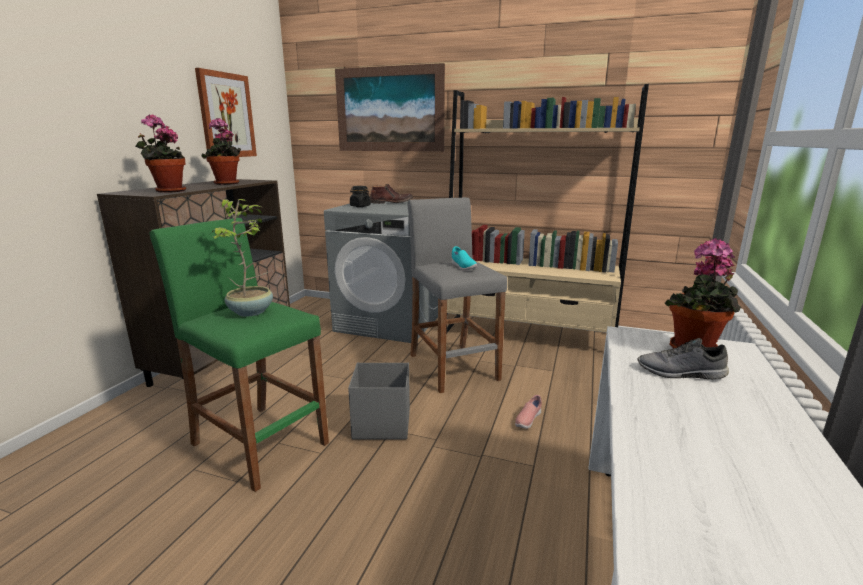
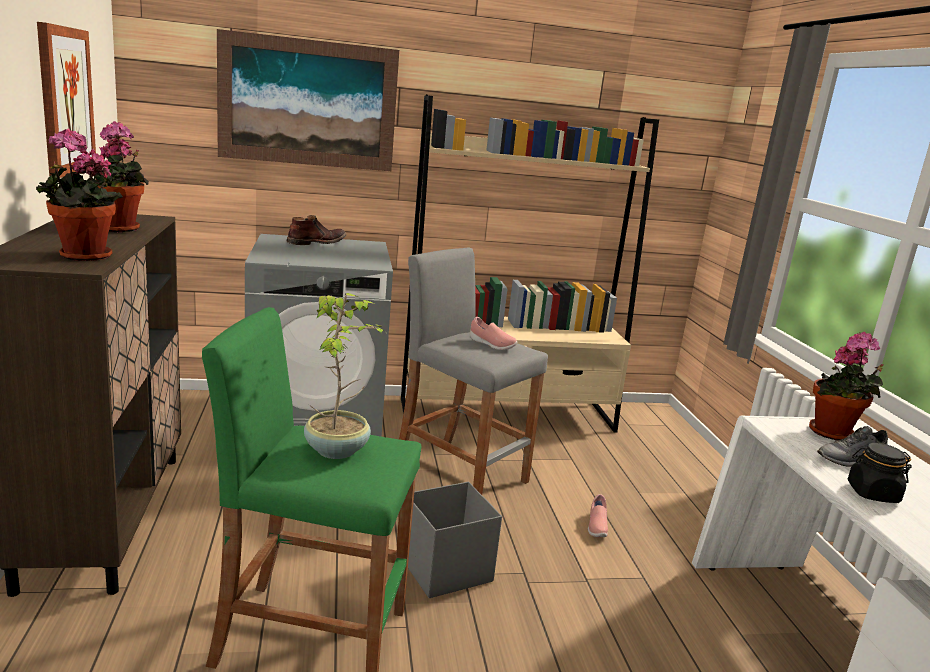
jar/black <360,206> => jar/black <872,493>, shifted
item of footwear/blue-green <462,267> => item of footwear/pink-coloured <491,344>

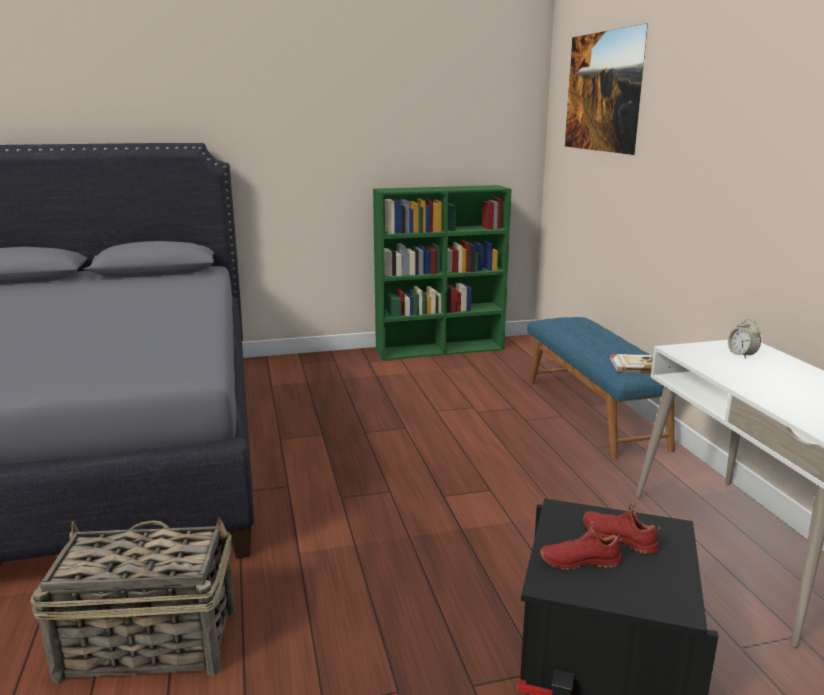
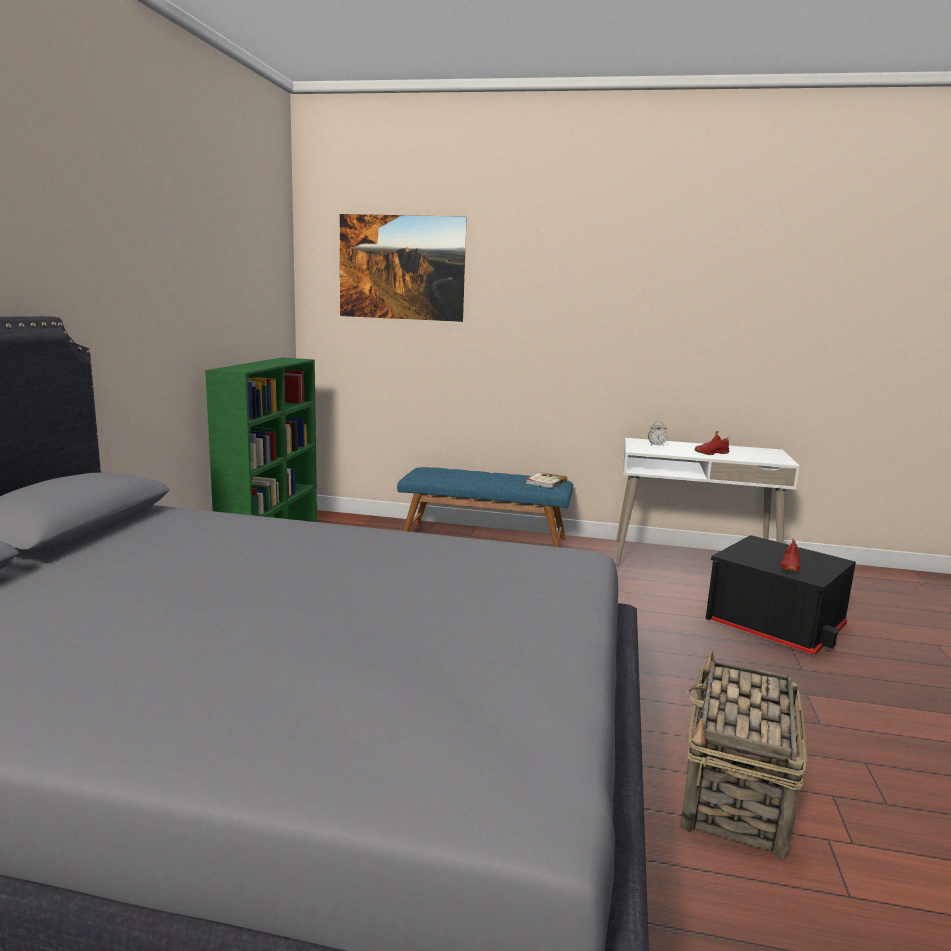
item of footwear/red-coloured <620,537> => item of footwear/red-coloured <710,453>, shifted

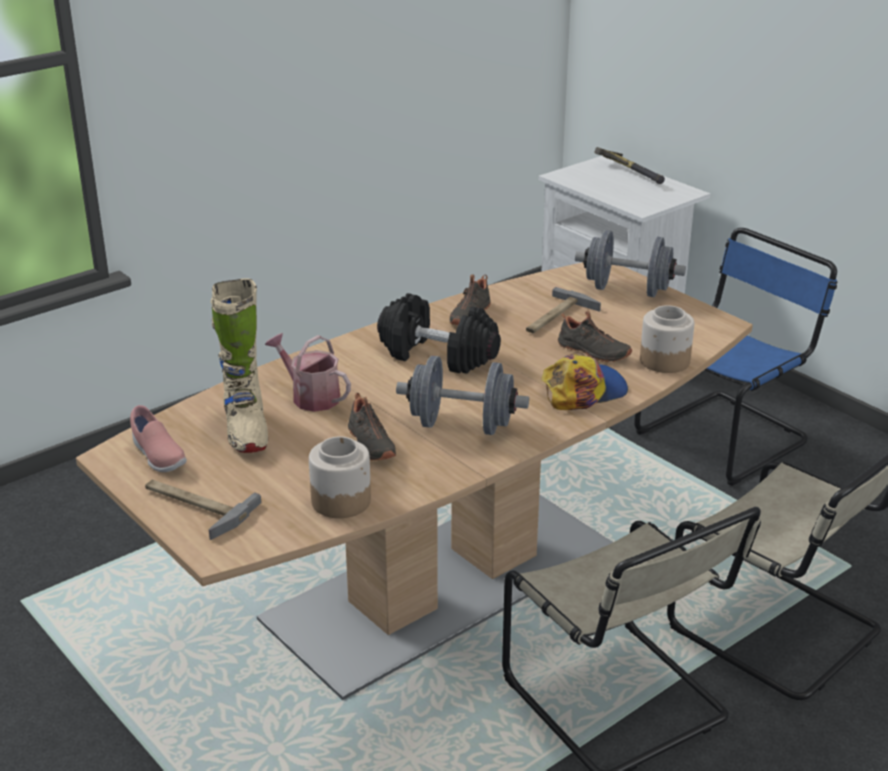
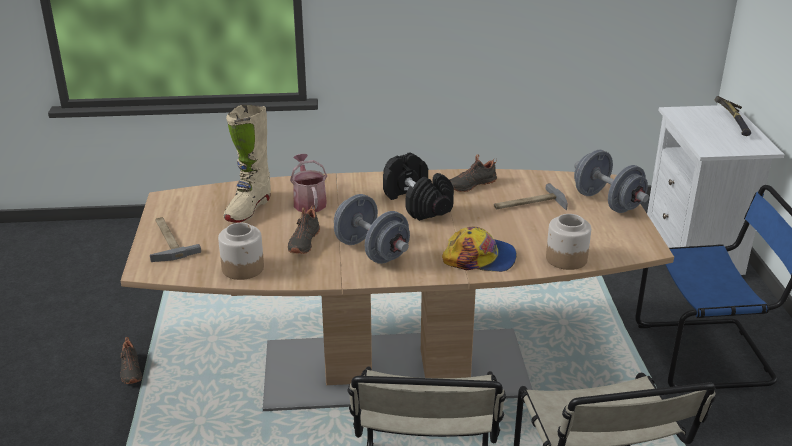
item of footwear/pink-coloured <157,456> => nothing
item of footwear/black <592,352> => item of footwear/black <130,371>, shifted

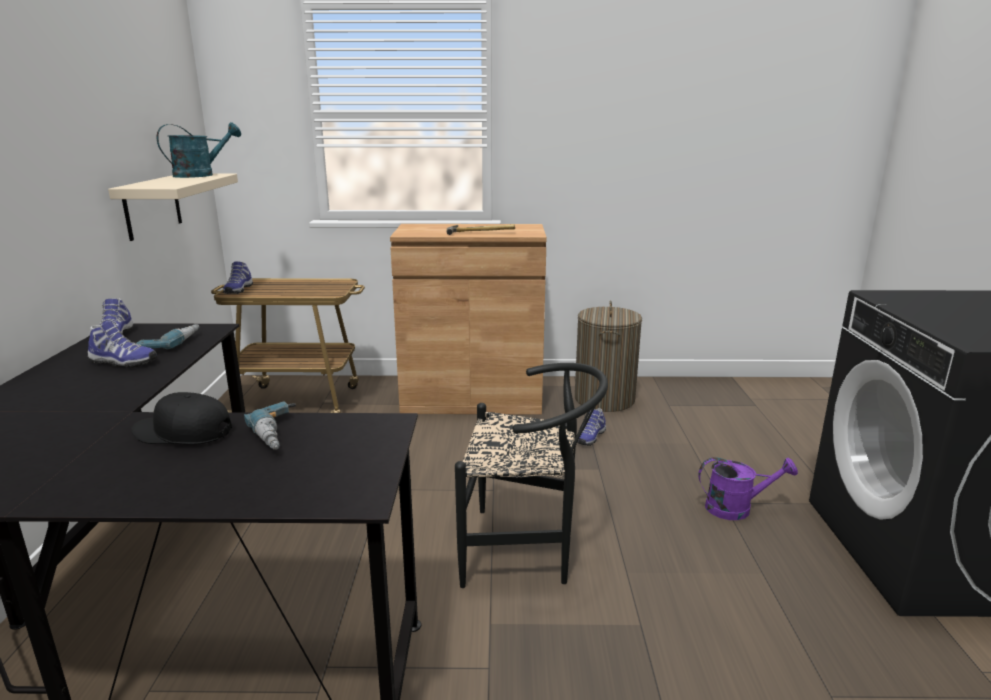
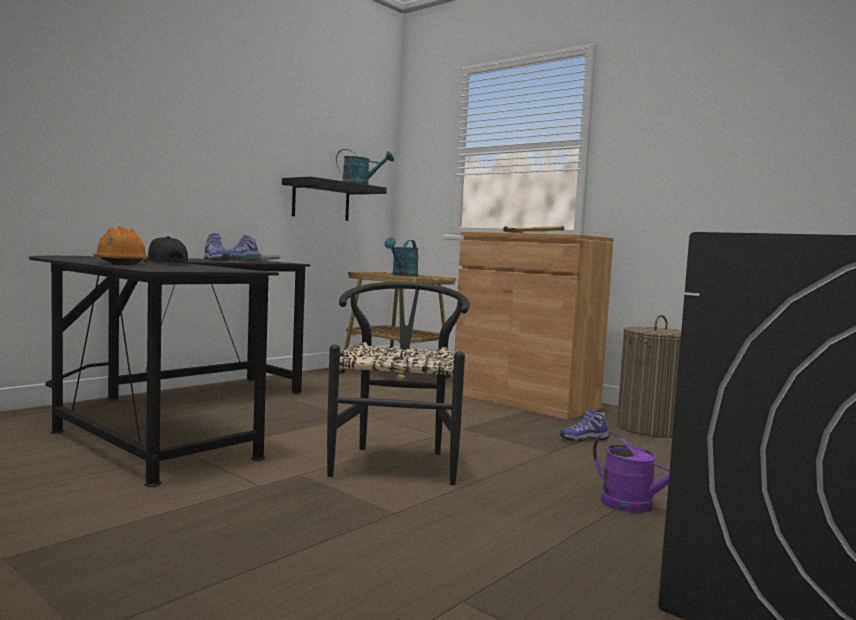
item of footwear <238,290> => nothing
drill <282,434> => nothing
nothing => work helmet/orange-coloured <120,264>
nothing => watering pot/blue-green <402,275>
bracket shelf/beige <152,206> => bracket shelf/black <321,201>
upright chair/black <528,550> => upright chair/black <397,462>, 135 degrees counterclockwise

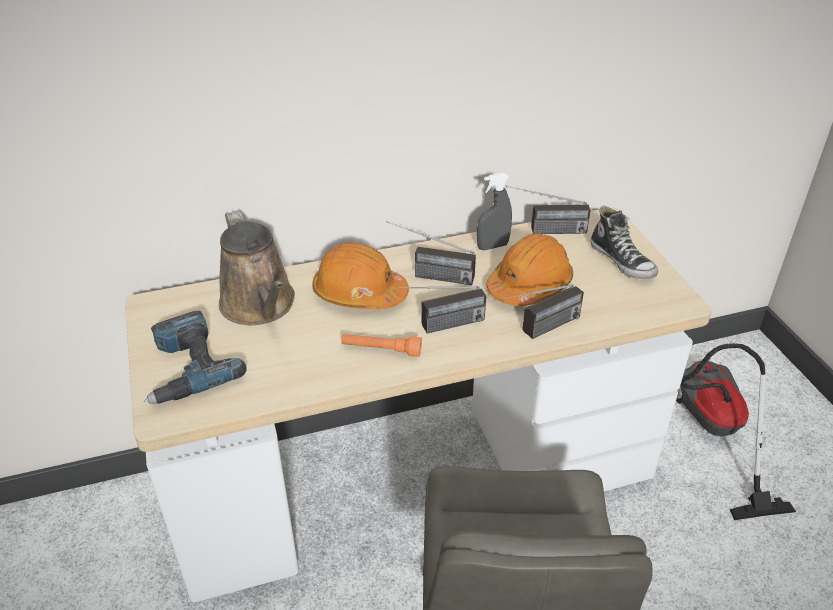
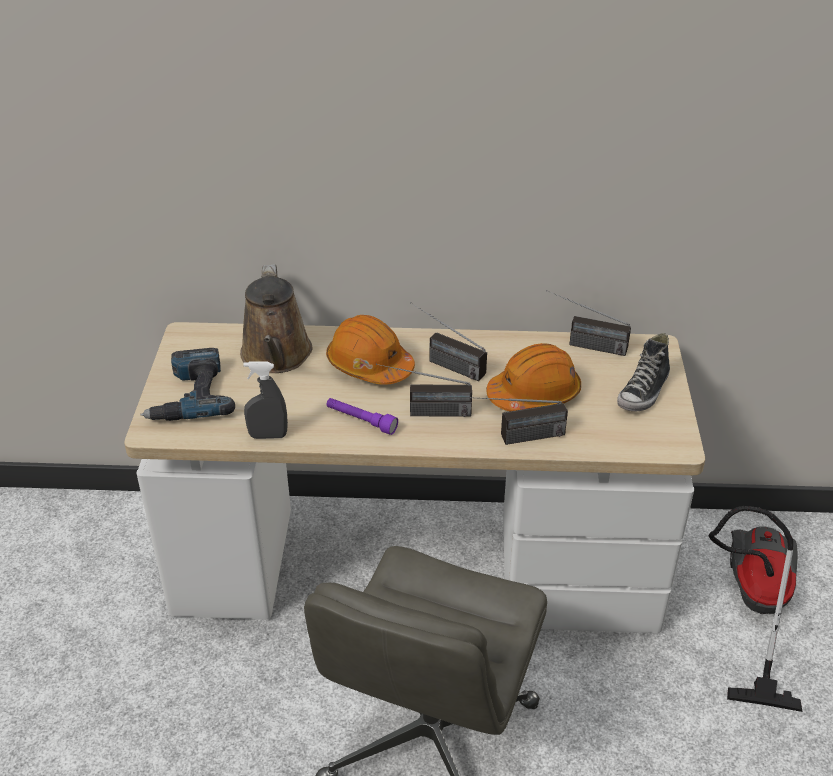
hand sprayer/grey <492,246> => hand sprayer/grey <268,436>, shifted
torch/orange-coloured <381,350> => torch/purplish <361,421>
item of footwear <622,261> => item of footwear <643,392>, 45 degrees clockwise

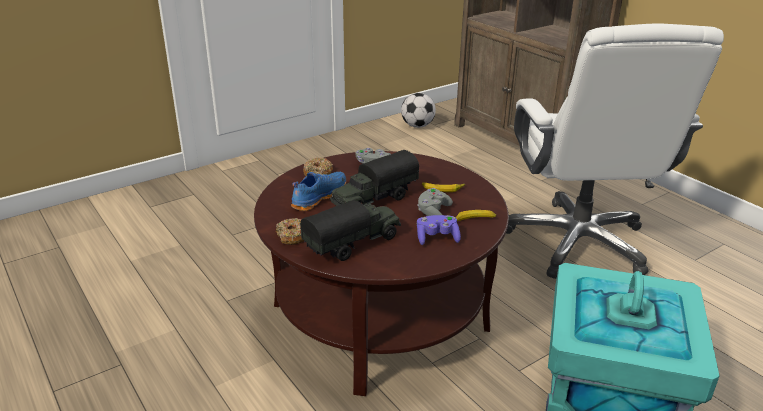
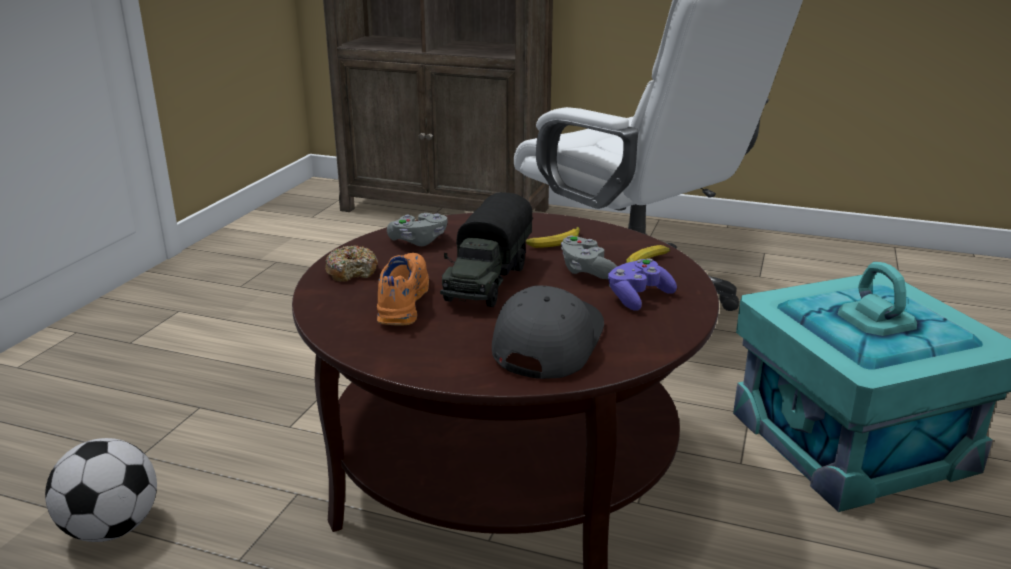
doughnut <293,236> => nothing
football ball <417,126> => football ball <112,529>, shifted
toy lorry <353,244> => cap/grey <546,341>
item of footwear/blue-coloured <318,197> => item of footwear/orange-coloured <401,301>

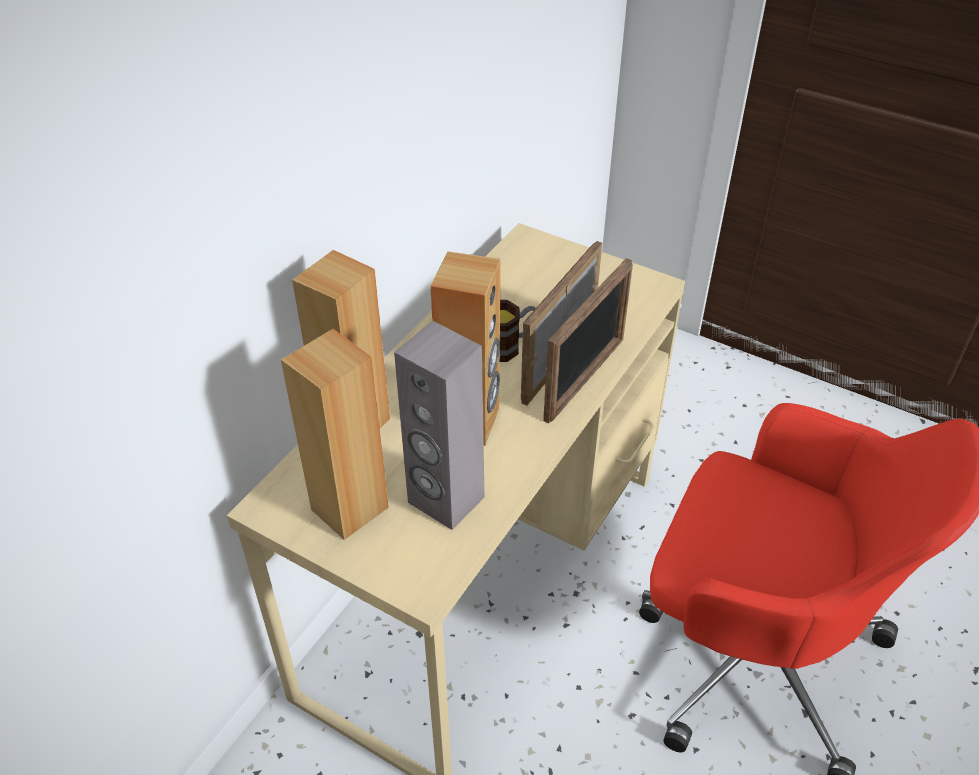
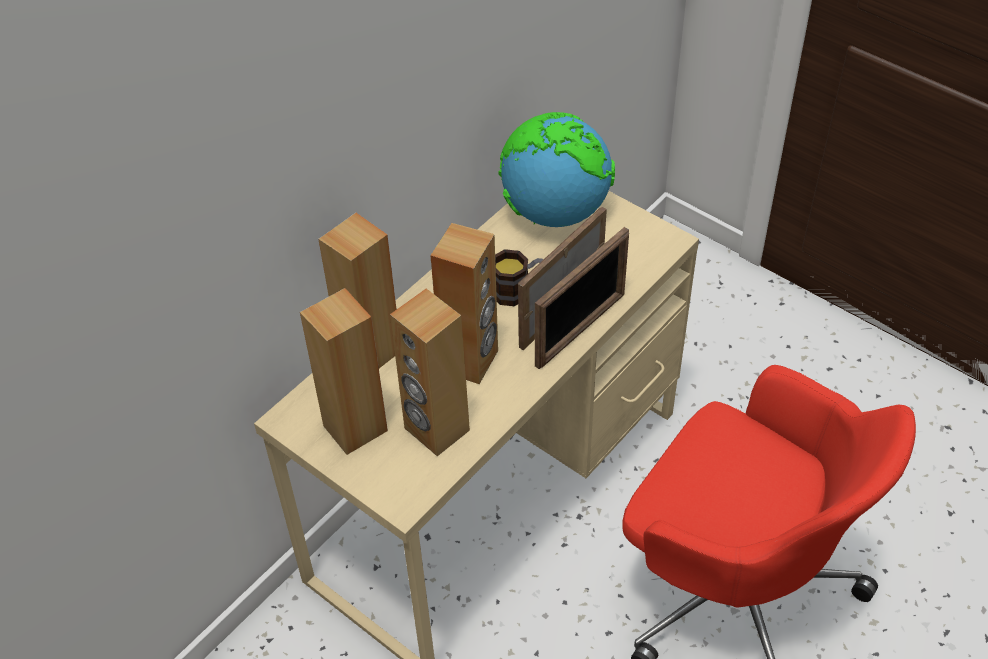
nothing => world globe <555,212>
loudspeaker/grey <445,500> => loudspeaker/brownish <436,430>

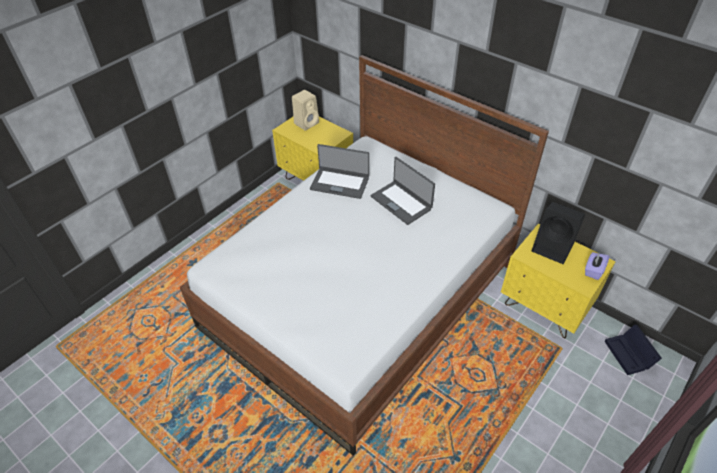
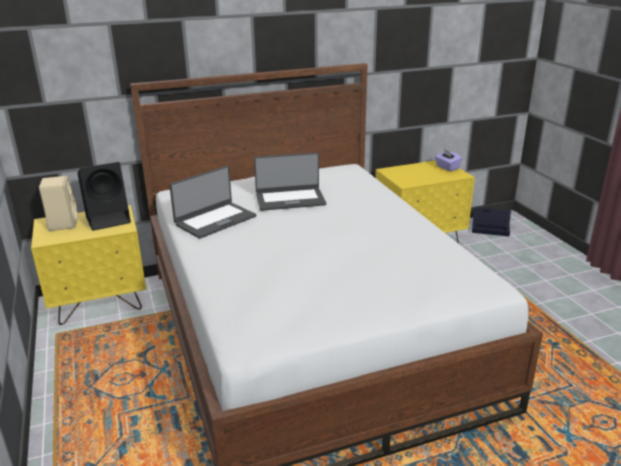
loudspeaker/black <553,247> => loudspeaker/black <109,219>, shifted

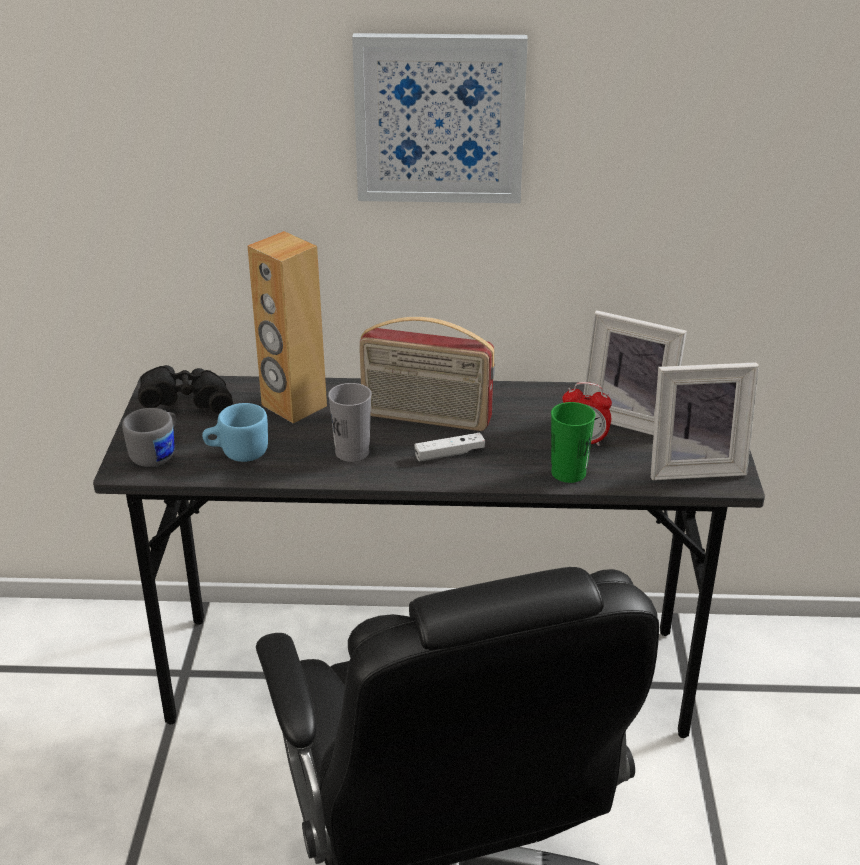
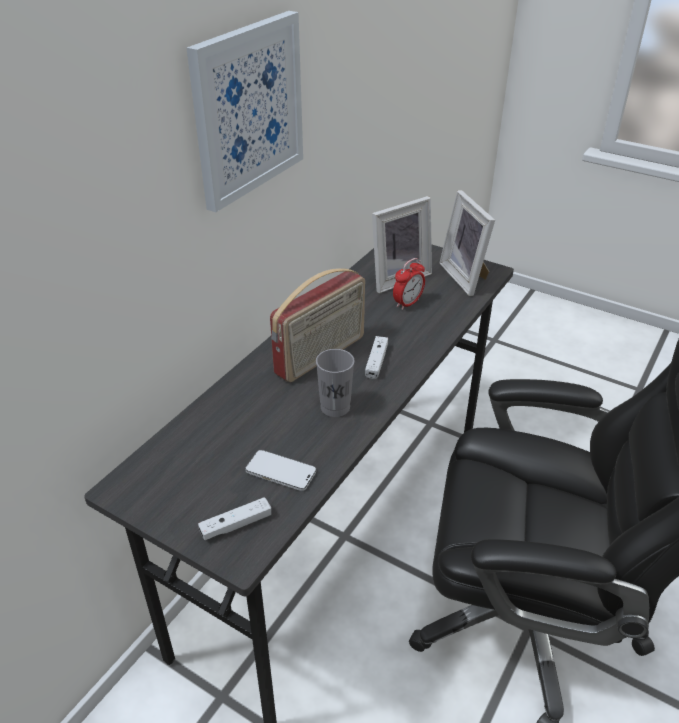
binoculars/black <187,404> => nothing
loudspeaker/brownish <293,406> => nothing
small cup/green <568,473> => nothing
tea mug/grey <158,453> => joypad/whitish <236,525>
tea mug/blue-coloured <237,453> => telephone <281,472>
photo frame <693,466> => photo frame <466,277>, 135 degrees clockwise

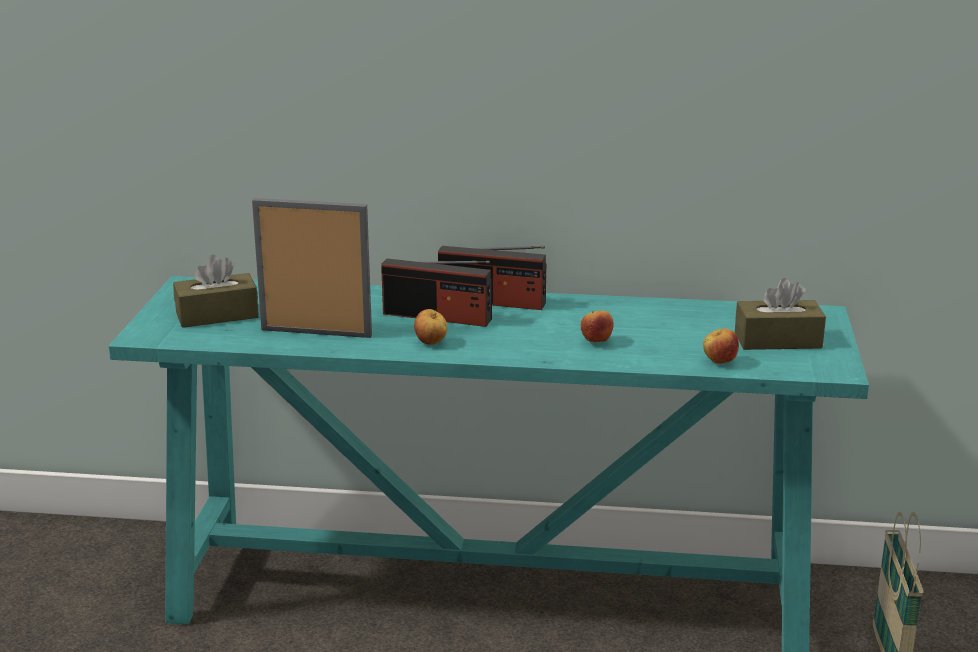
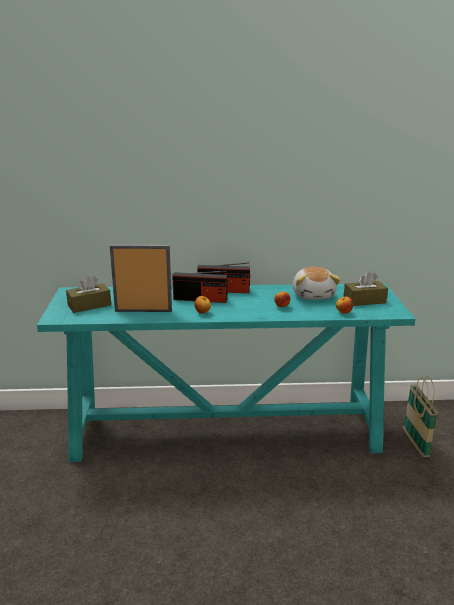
nothing => cuddly toy <313,295>

